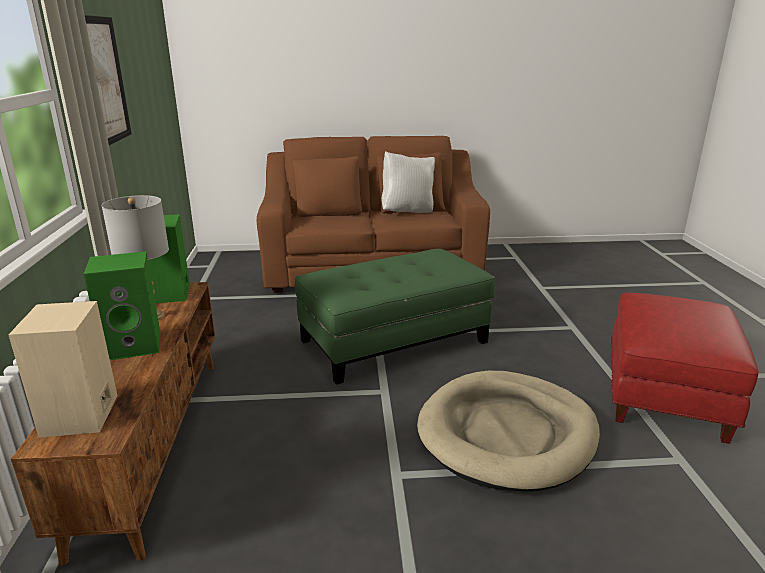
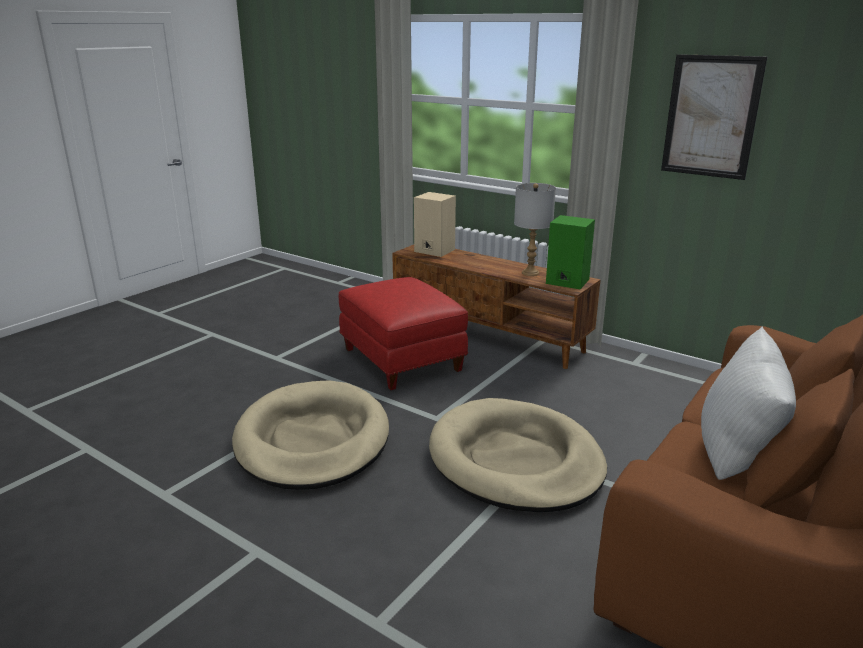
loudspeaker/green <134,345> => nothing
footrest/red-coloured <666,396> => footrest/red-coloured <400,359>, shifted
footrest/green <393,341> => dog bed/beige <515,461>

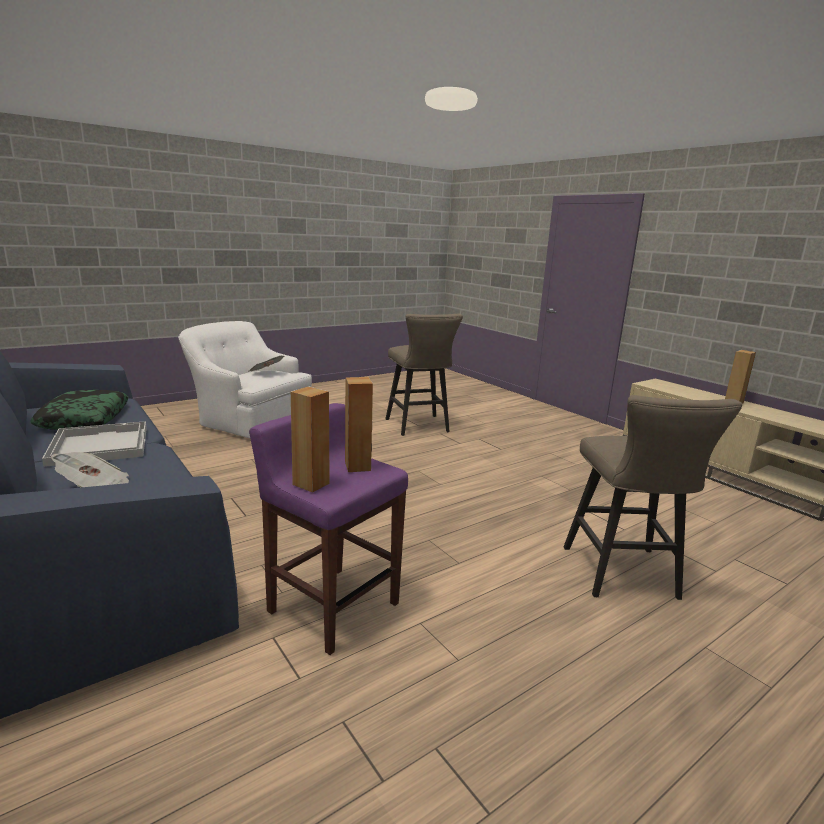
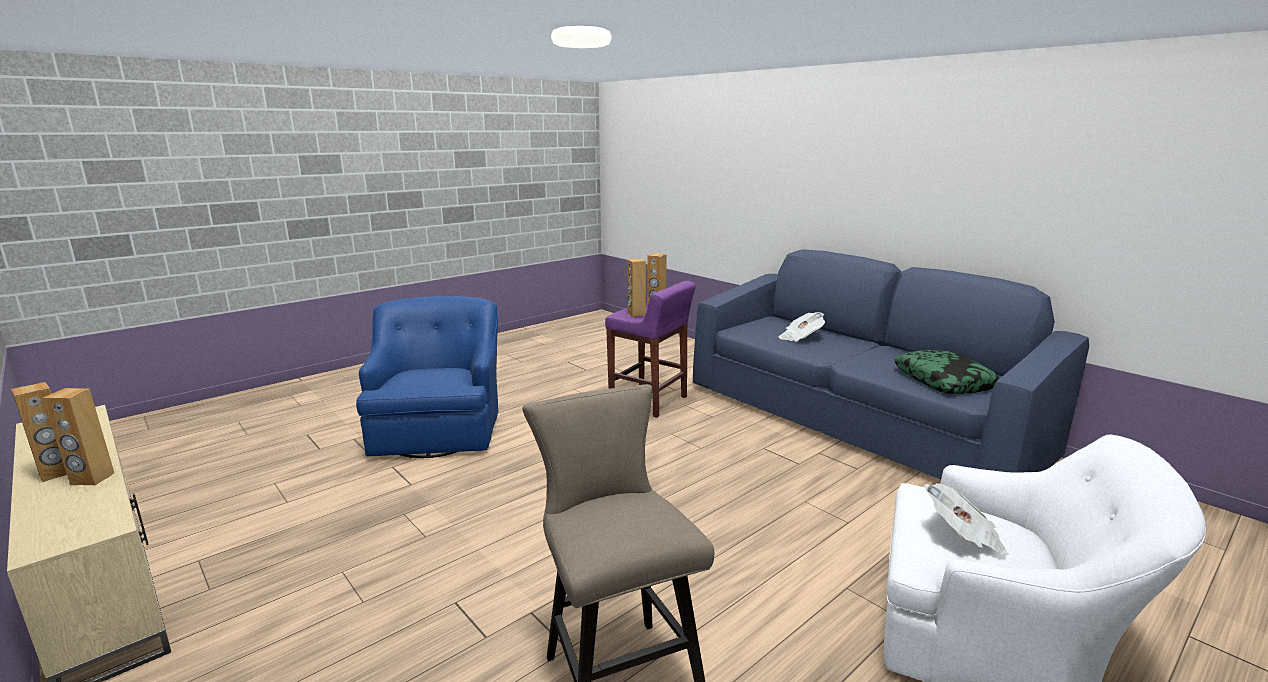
serving tray/whitish <99,445> => nothing
nothing => loudspeaker/brownish <92,479>
sitting stool/beige <624,577> => easy chair/blue-coloured <438,429>

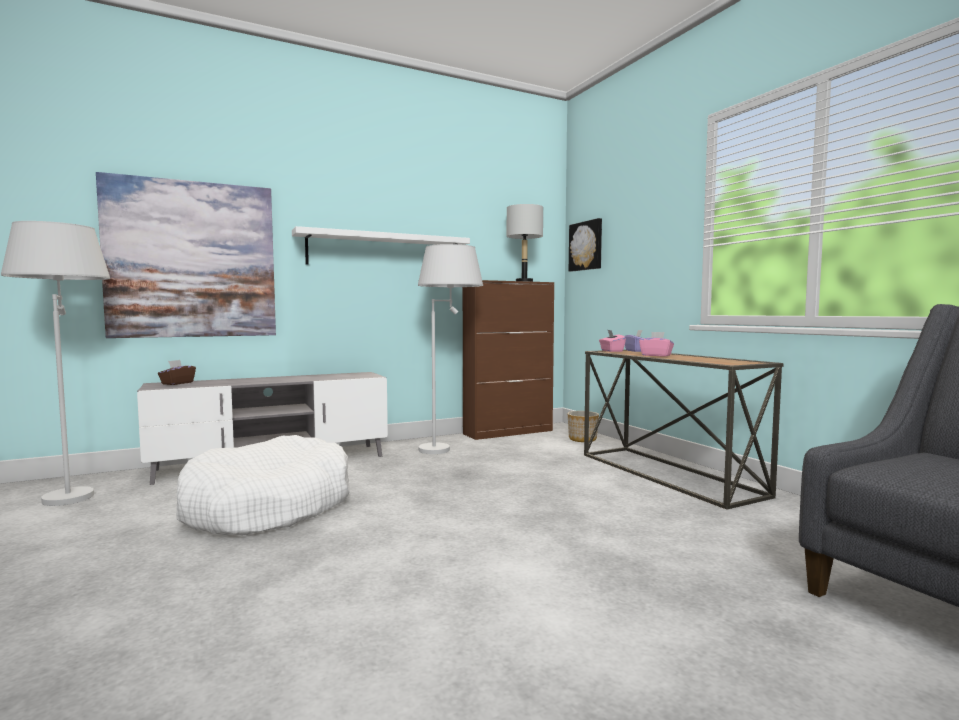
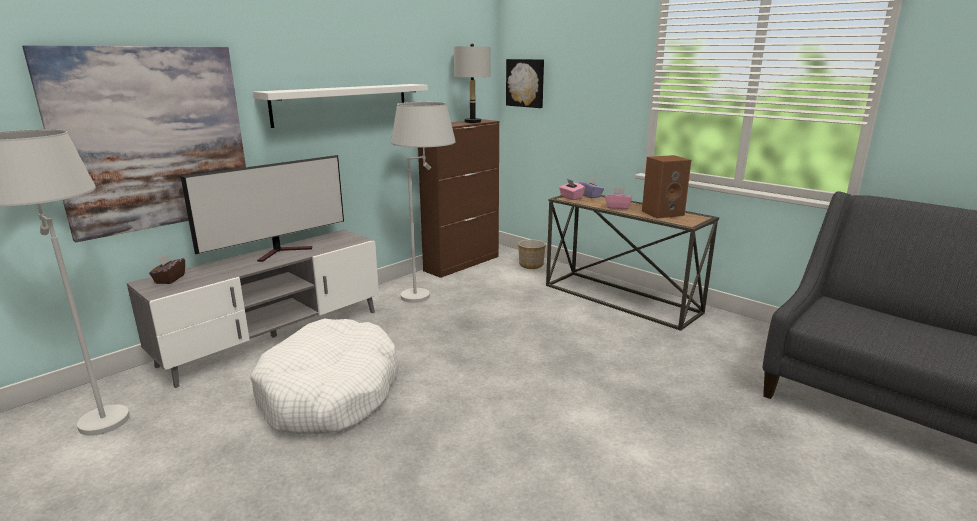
nothing => television <283,252>
nothing => loudspeaker/brownish <663,213>

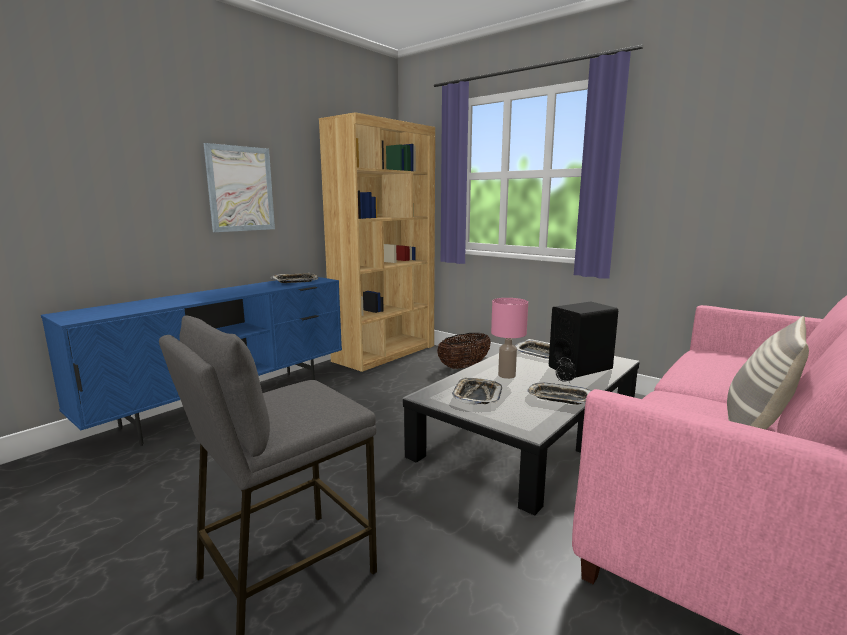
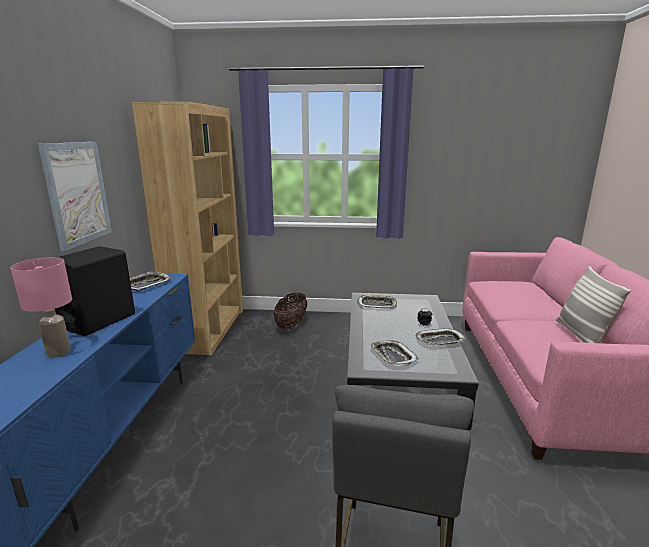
table lamp/pink-coloured <507,375> => table lamp/pink-coloured <59,352>, shifted
loudspeaker/black <580,368> => loudspeaker/black <99,321>, shifted

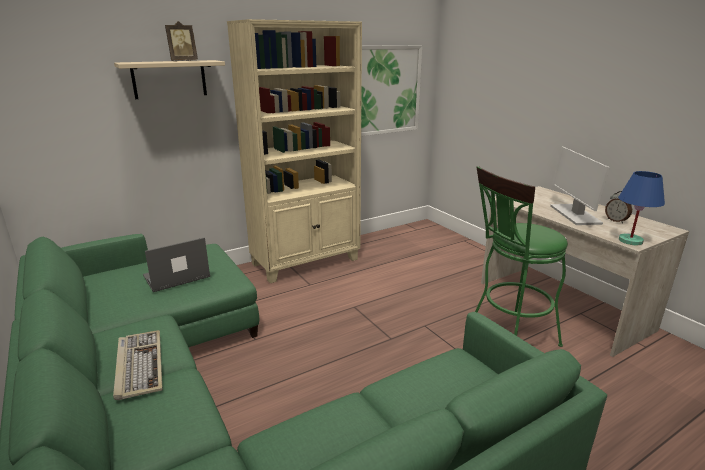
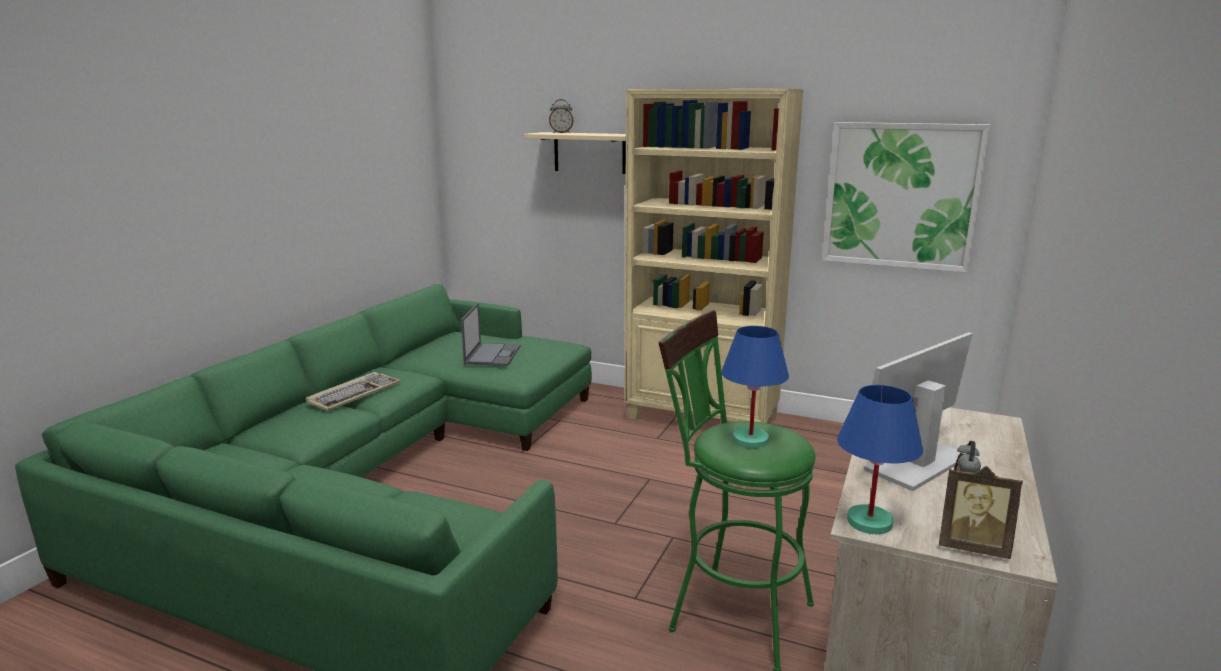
nothing => alarm clock <561,133>
nothing => table lamp/blue-coloured <749,440>
photo frame <183,61> => photo frame <972,547>, shifted
laptop <176,276> => laptop <492,354>, 75 degrees clockwise

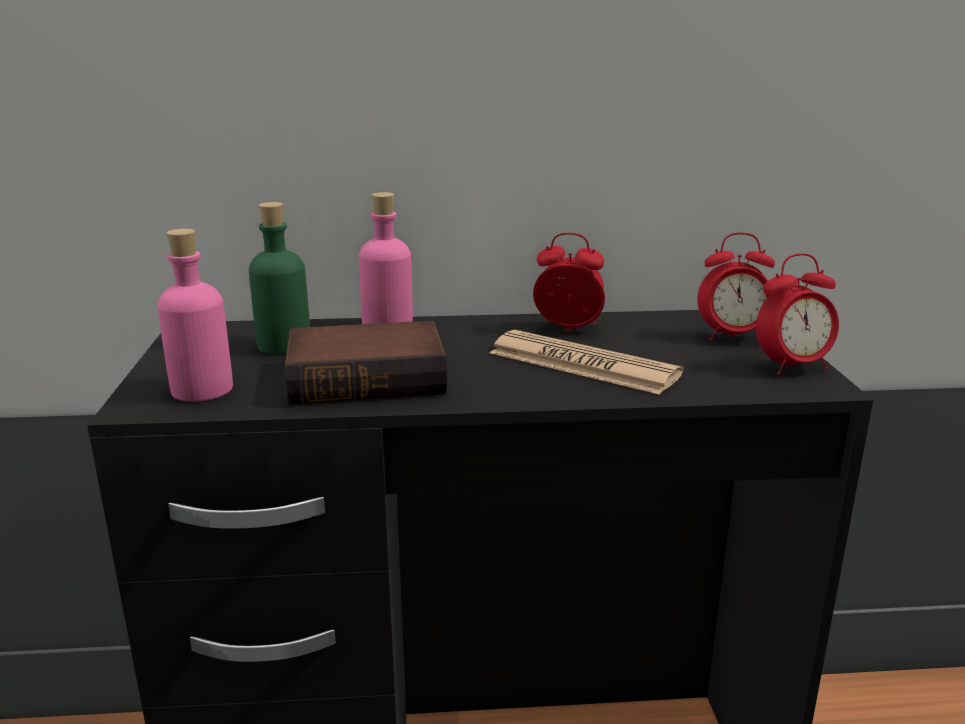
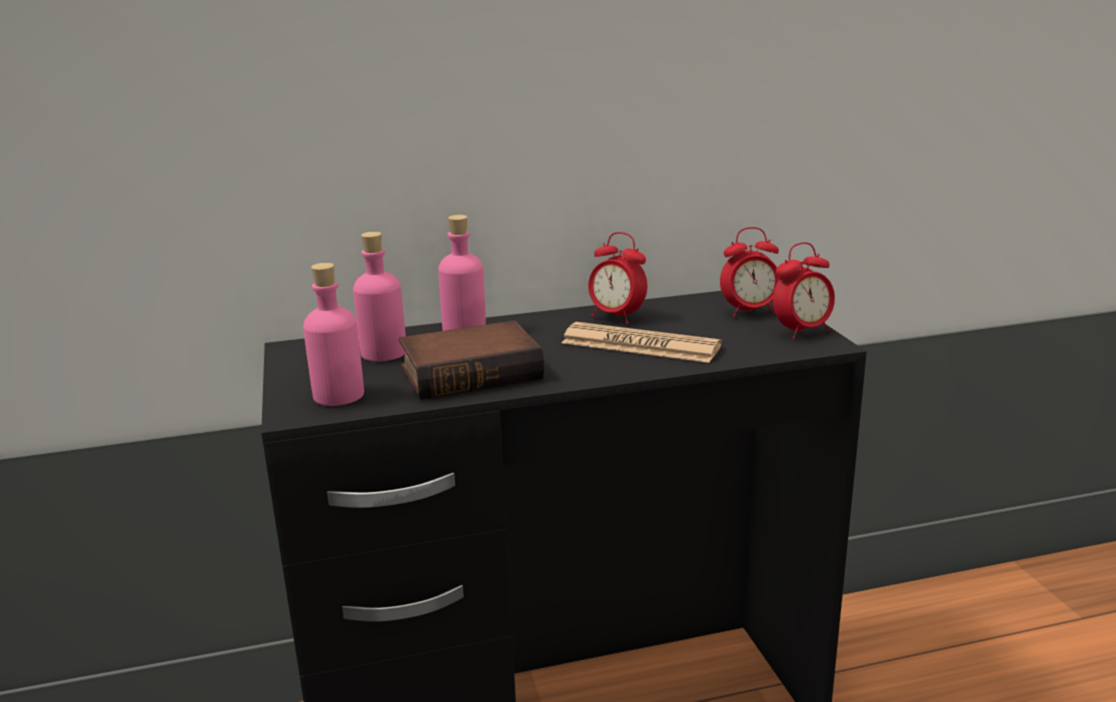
drink bottle/green <284,345> => drink bottle/pink-coloured <383,353>
alarm clock <568,329> => alarm clock <616,317>, 150 degrees counterclockwise

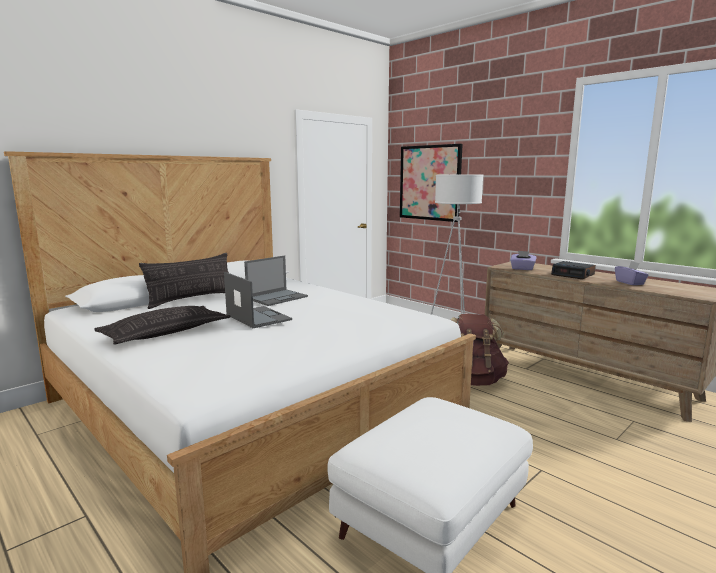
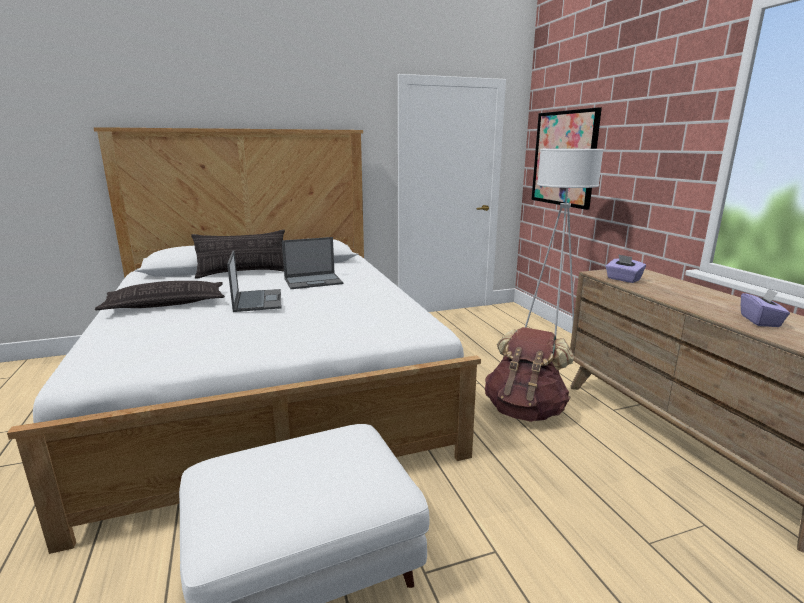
alarm clock <573,275> => nothing

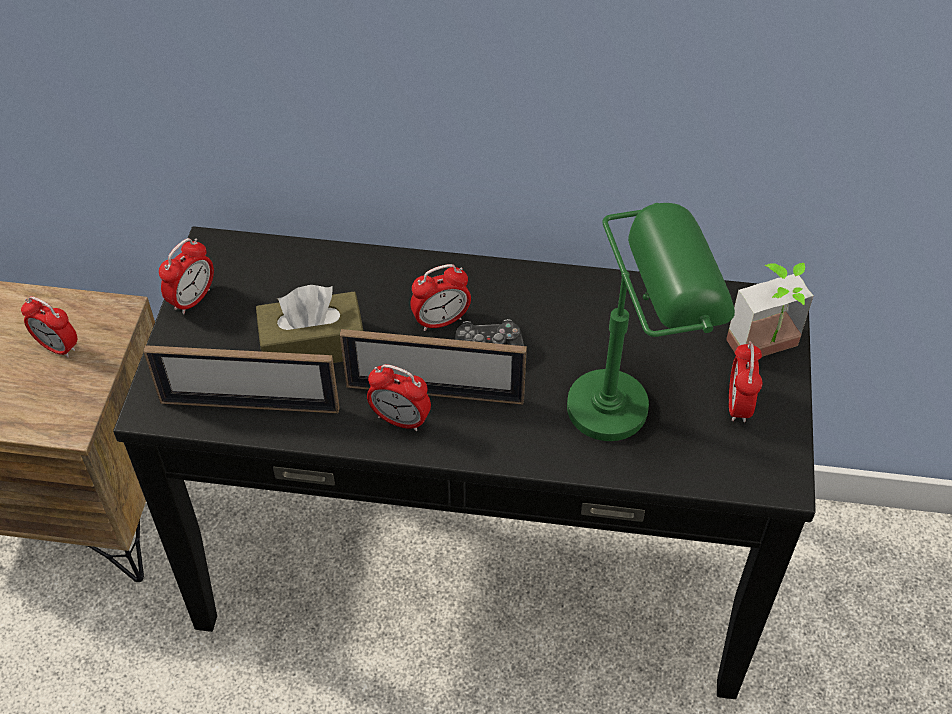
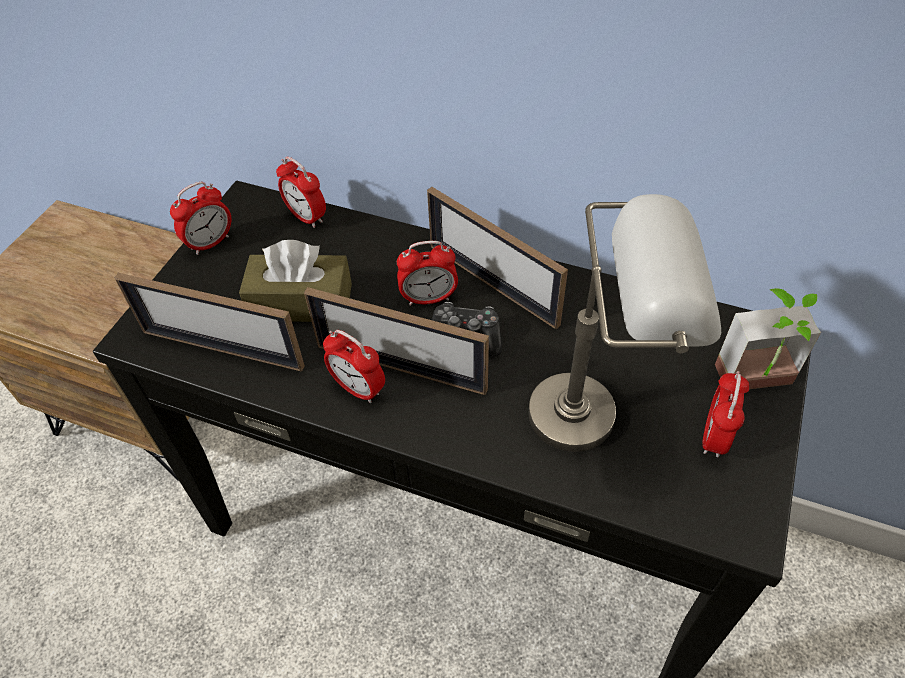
nothing => photo frame <492,284>
alarm clock <58,347> => alarm clock <306,217>, shifted
table lamp/green <634,401> => table lamp/grey <601,412>

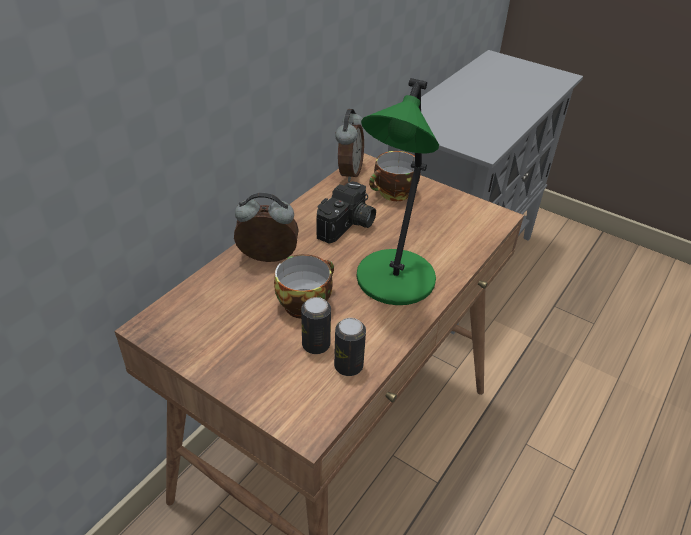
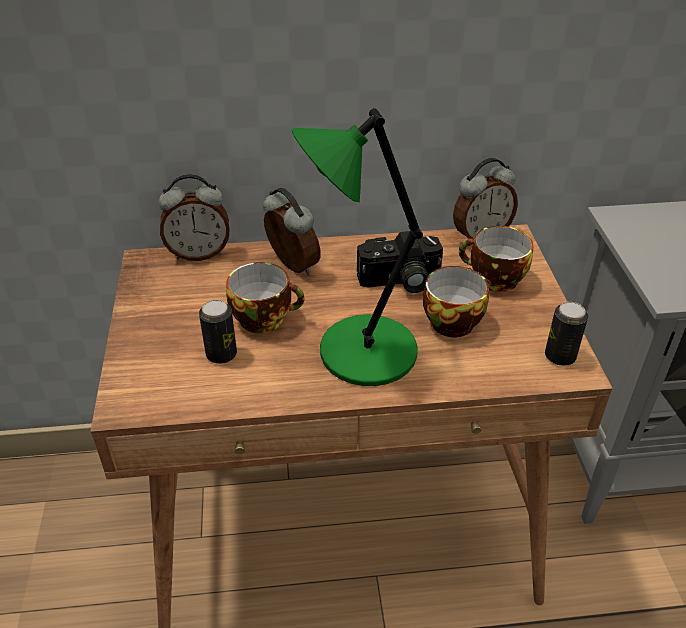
nothing => alarm clock <199,253>
nothing => small cup <451,320>
can <348,366> => can <560,356>, shifted

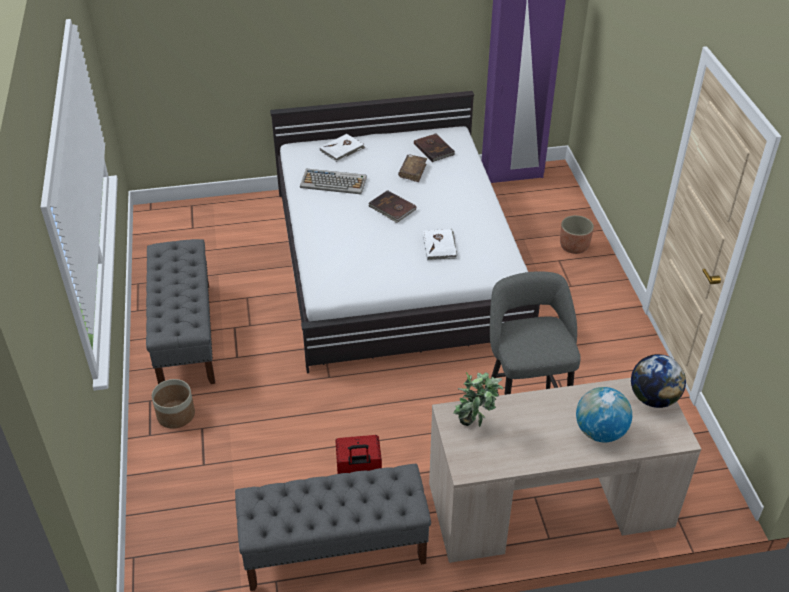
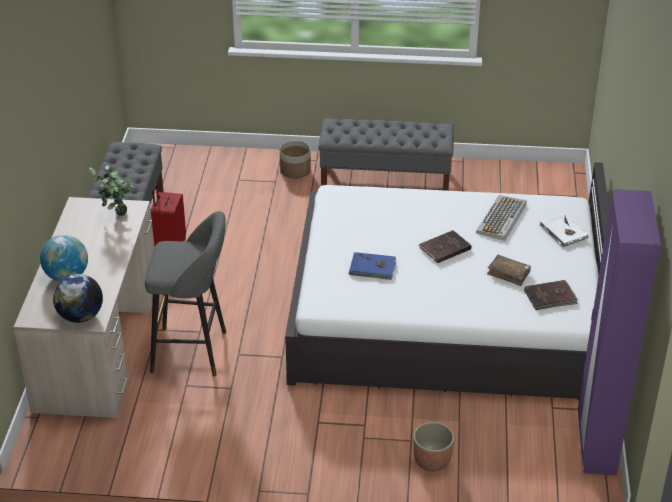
volume/whitish <440,246> => volume/blue-coloured <372,268>

